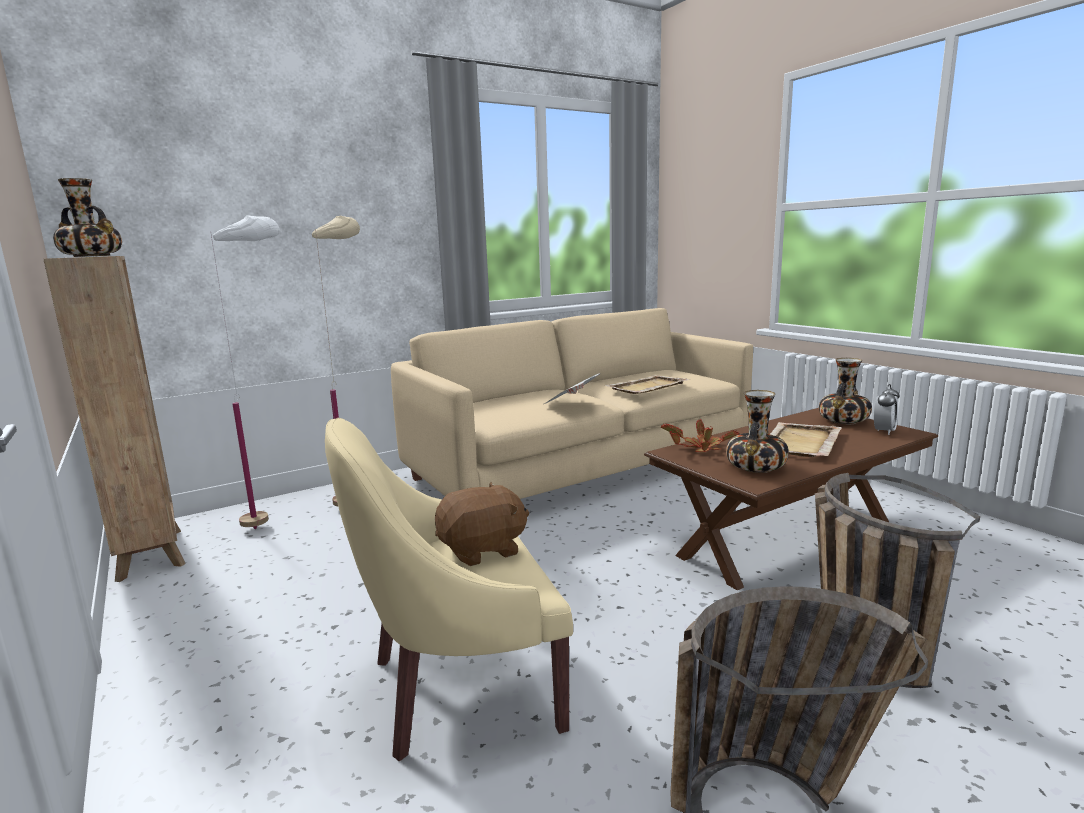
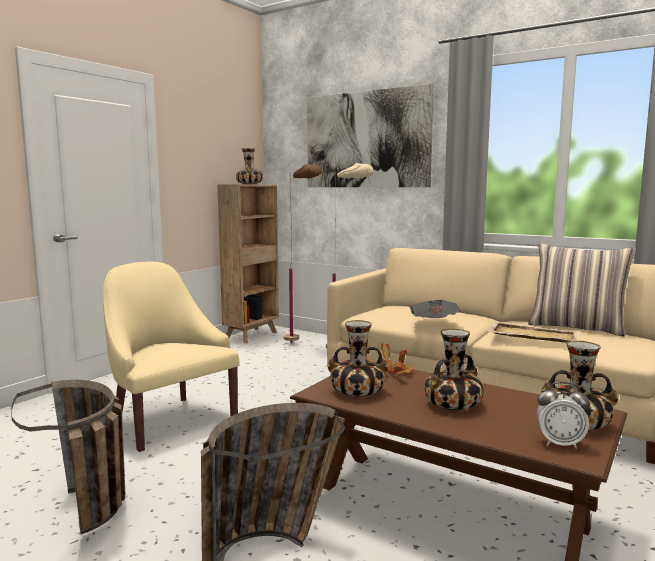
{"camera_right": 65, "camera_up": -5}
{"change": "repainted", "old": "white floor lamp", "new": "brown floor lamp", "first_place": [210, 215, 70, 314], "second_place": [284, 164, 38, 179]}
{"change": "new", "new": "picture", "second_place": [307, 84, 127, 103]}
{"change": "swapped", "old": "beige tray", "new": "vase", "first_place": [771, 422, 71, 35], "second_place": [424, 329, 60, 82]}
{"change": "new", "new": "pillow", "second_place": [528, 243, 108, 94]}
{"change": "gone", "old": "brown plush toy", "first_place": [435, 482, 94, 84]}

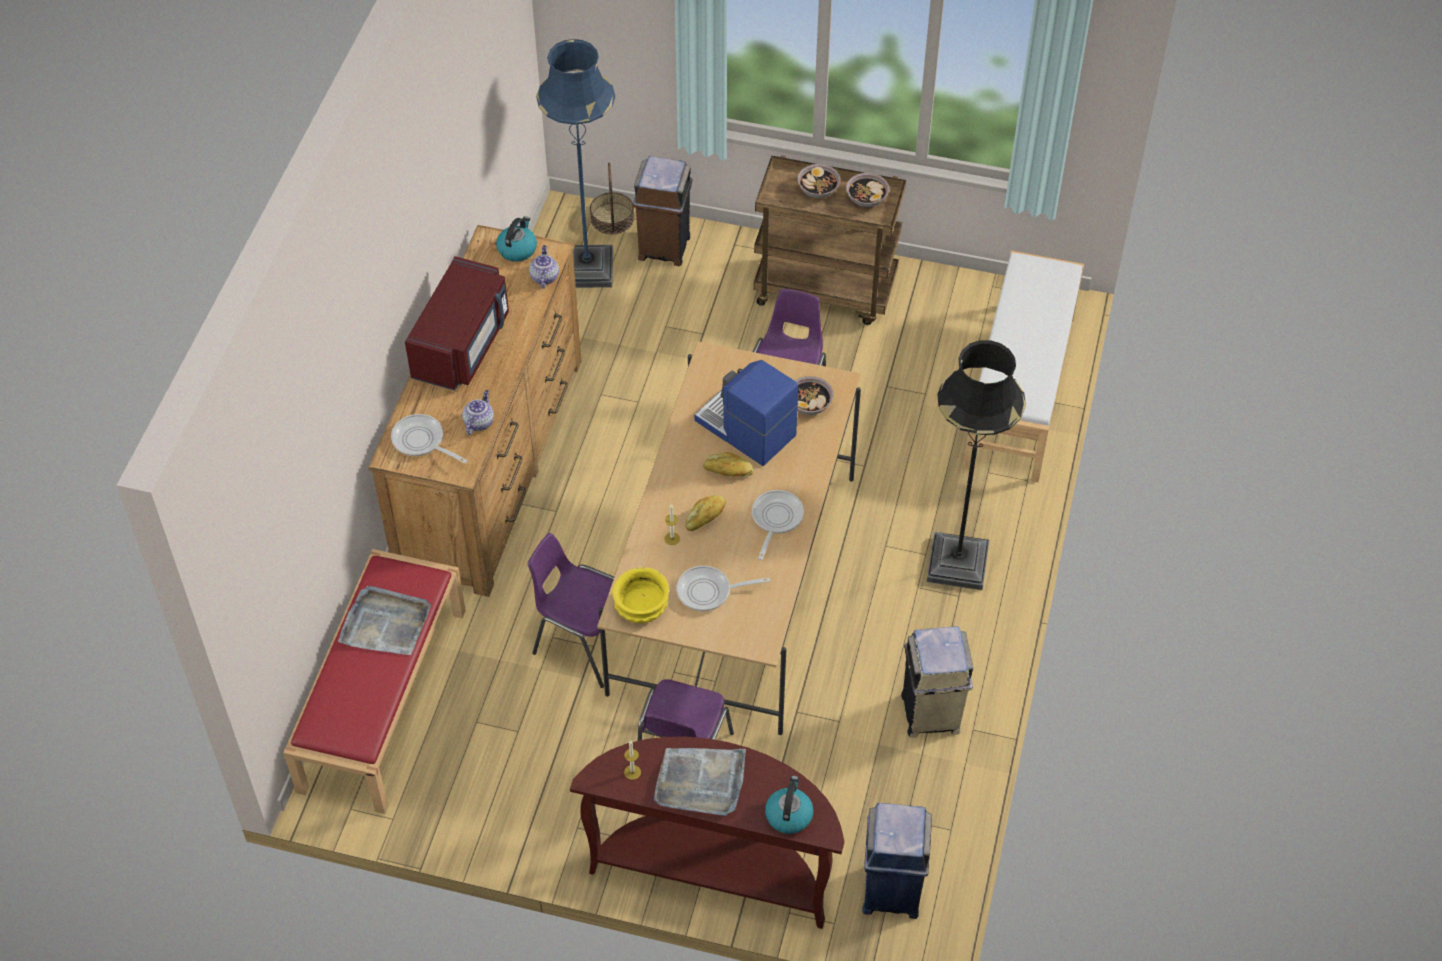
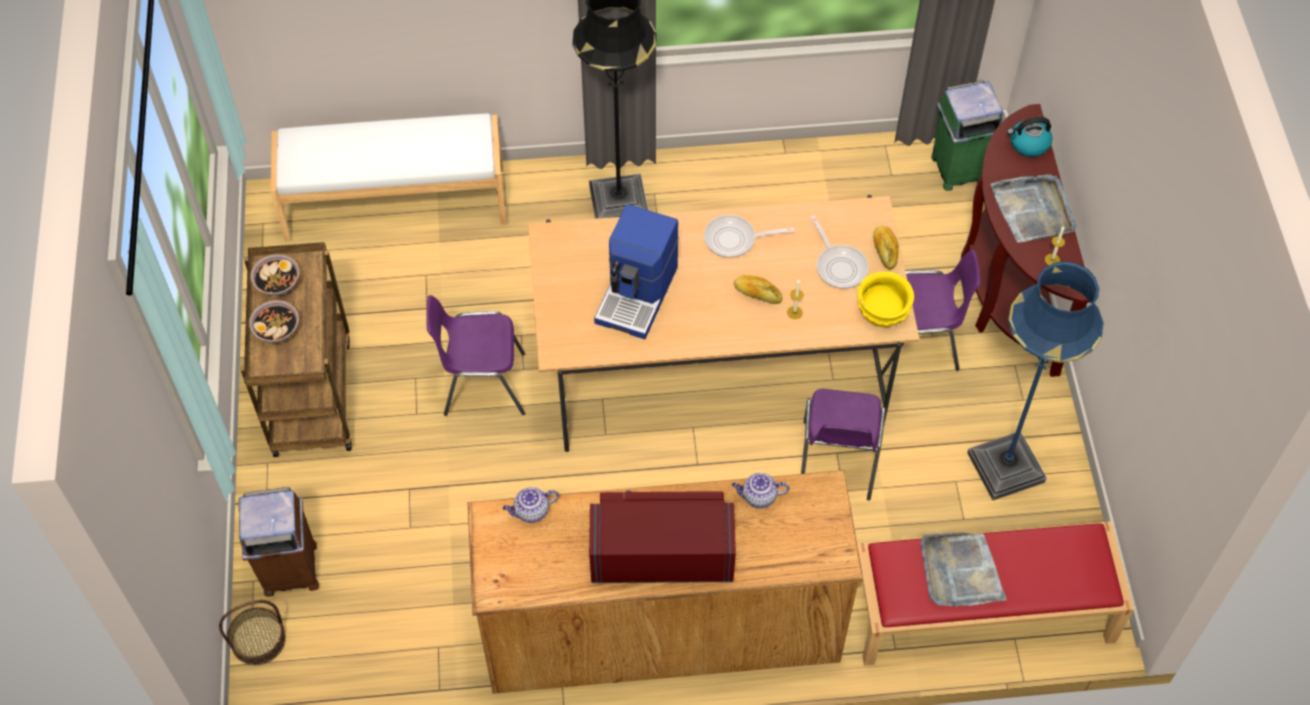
{"camera_right": -110, "camera_up": 5}
{"change": "shifted", "old": "bread", "first_place": [703, 452, 51, 25], "second_place": [873, 226, 26, 44]}
{"change": "repainted", "old": "blue trash can", "new": "green trash can", "first_place": [862, 803, 70, 116], "second_place": [931, 80, 72, 111]}
{"change": "shifted", "old": "blue floor lamp", "first_place": [536, 39, 79, 249], "second_place": [967, 261, 137, 239]}
{"change": "gone", "old": "frying pan", "first_place": [391, 414, 76, 50]}
{"change": "gone", "old": "kettle", "first_place": [496, 216, 41, 46]}
{"change": "gone", "old": "bowl", "first_place": [794, 376, 40, 39]}
{"change": "gone", "old": "beige trash can", "first_place": [901, 626, 72, 112]}

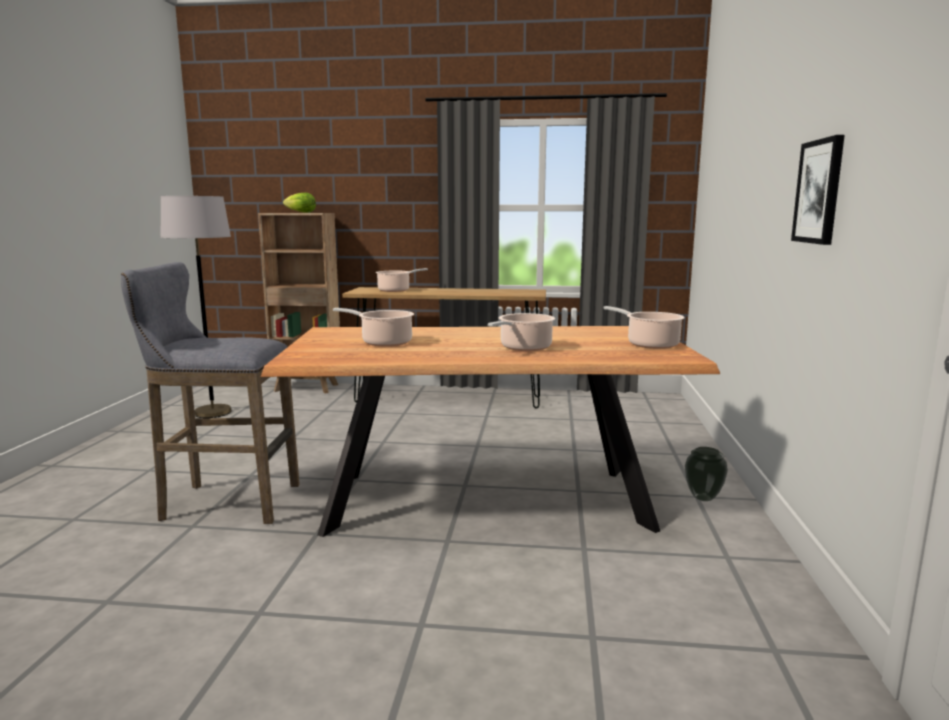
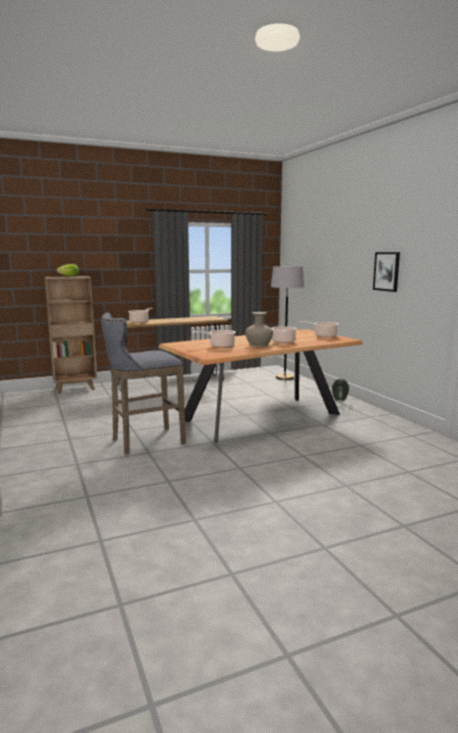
{"camera_right": -30, "camera_up": 0}
{"change": "new", "new": "beige vase", "second_place": [245, 312, 28, 34]}
{"change": "shifted", "old": "grey floor lamp", "first_place": [161, 196, 71, 222], "second_place": [271, 266, 33, 114]}

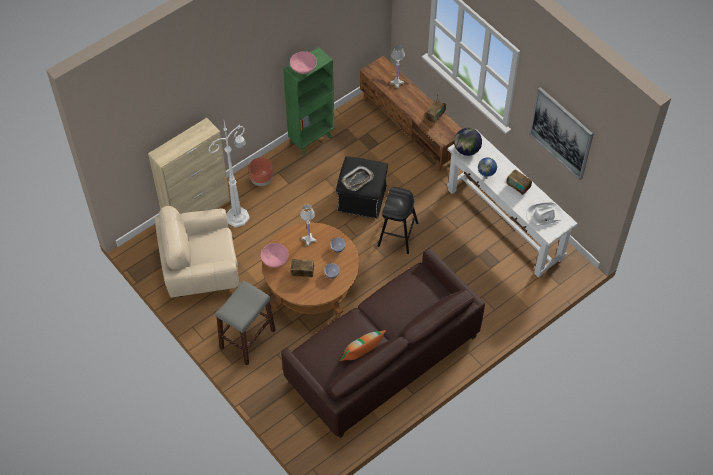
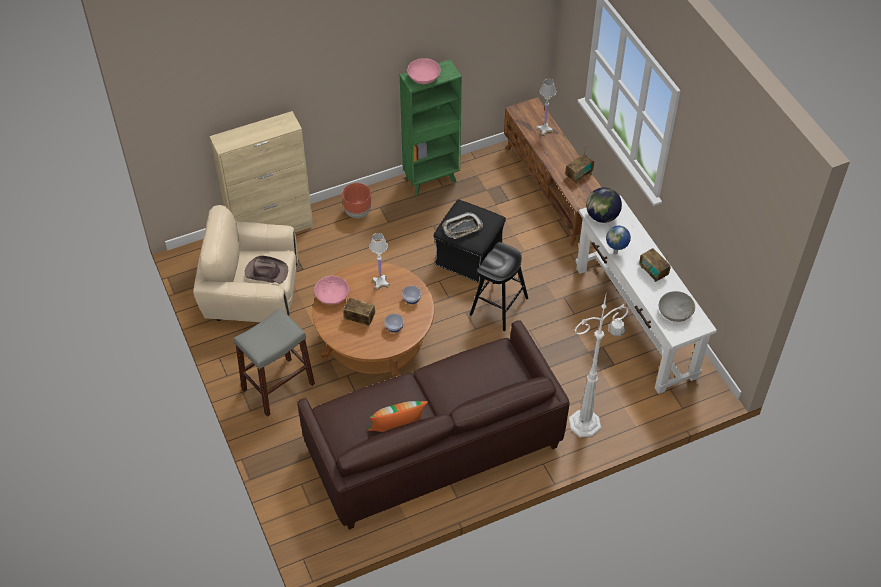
{"camera_right": 15, "camera_up": -5}
{"change": "new", "new": "brown hat", "second_place": [245, 256, 43, 28]}
{"change": "shifted", "old": "white floor lamp", "first_place": [209, 121, 41, 107], "second_place": [569, 291, 60, 147]}
{"change": "swapped", "old": "white hat", "new": "grey bowl", "first_place": [526, 202, 36, 24], "second_place": [659, 291, 36, 31]}
{"change": "gone", "old": "picture", "first_place": [529, 87, 65, 93]}

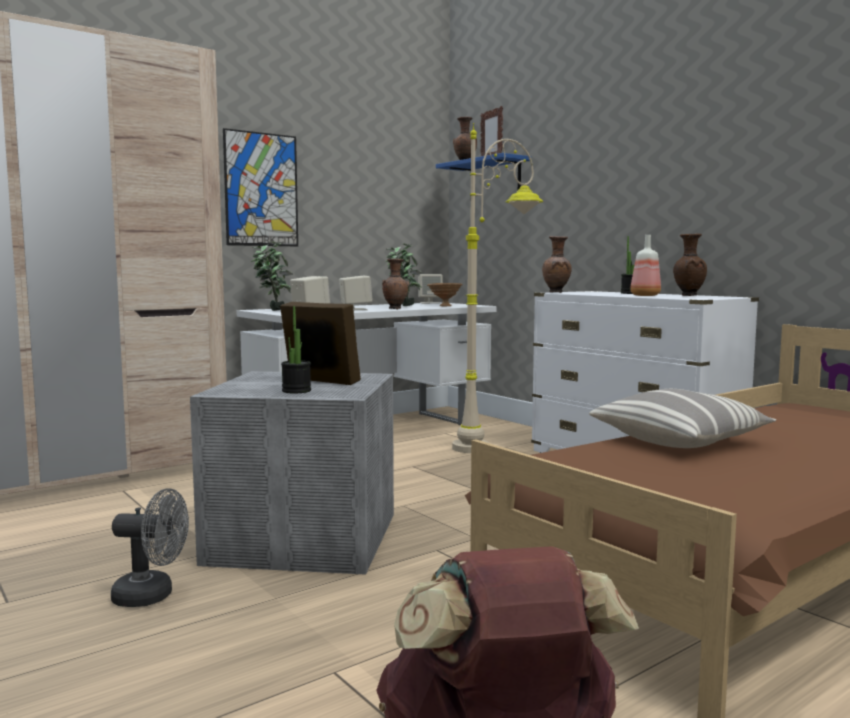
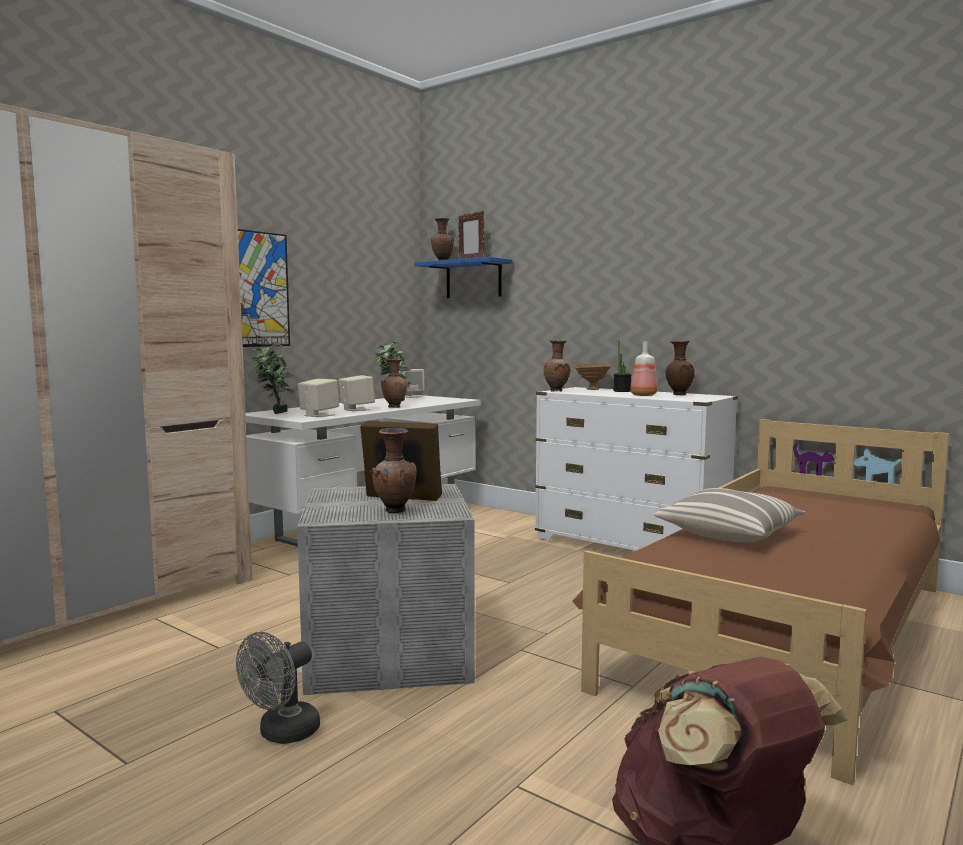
{"camera_right": -15, "camera_up": 0}
{"change": "rotated", "old": "grey fan", "first_place": [111, 488, 78, 119], "second_place": [236, 632, 84, 112], "degrees": 135}
{"change": "swapped", "old": "potted plant", "new": "brown vase", "first_place": [281, 306, 30, 88], "second_place": [370, 428, 47, 86]}
{"change": "shifted", "old": "brown bowl", "first_place": [427, 283, 36, 23], "second_place": [574, 364, 38, 26]}
{"change": "gone", "old": "beige floor lamp", "first_place": [452, 123, 91, 330]}

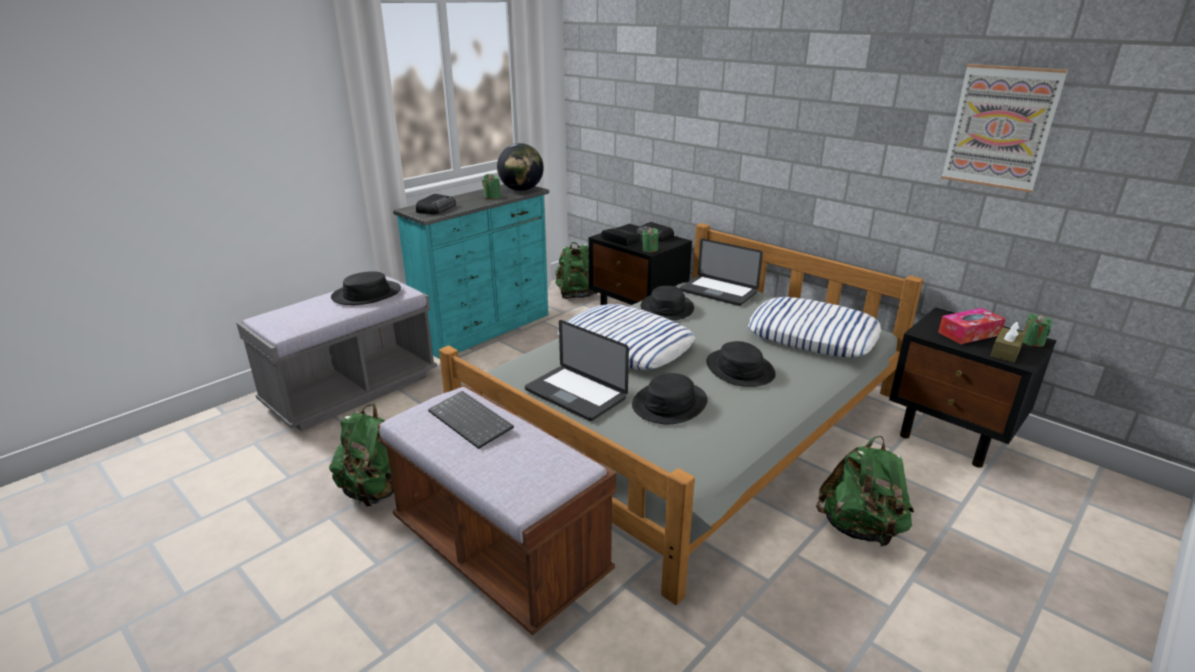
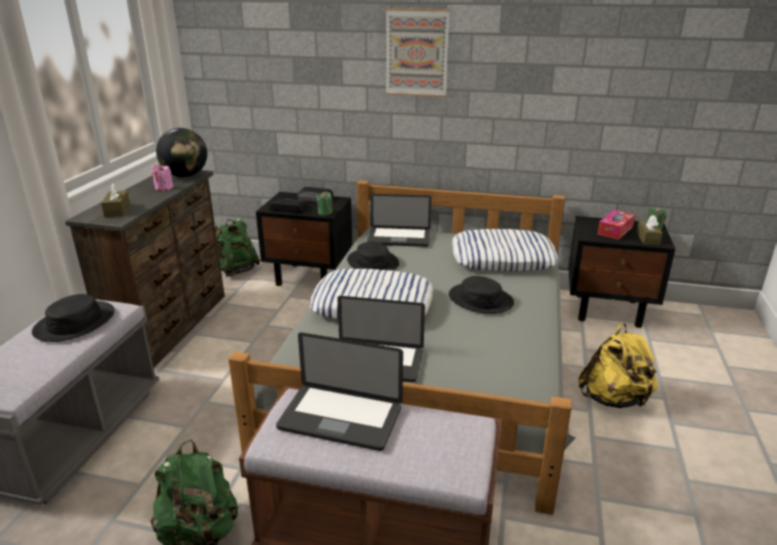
{"camera_right": -30, "camera_up": 0}
{"change": "repainted", "old": "turquoise dresser", "new": "brown dresser", "first_place": [393, 184, 156, 175], "second_place": [65, 170, 160, 198]}
{"change": "swapped", "old": "radio", "new": "brown tissue box", "first_place": [416, 194, 40, 20], "second_place": [101, 182, 29, 35]}
{"change": "repainted", "old": "green candle", "new": "pink candle", "first_place": [482, 174, 19, 25], "second_place": [152, 164, 22, 27]}
{"change": "swapped", "old": "keyboard", "new": "laptop", "first_place": [428, 391, 86, 58], "second_place": [276, 332, 127, 119]}
{"change": "shifted", "old": "picture", "first_place": [941, 64, 127, 129], "second_place": [386, 8, 64, 89]}
{"change": "repainted", "old": "green backpack", "new": "yellow backpack", "first_place": [816, 436, 98, 112], "second_place": [578, 323, 80, 85]}
{"change": "gone", "old": "black hat", "first_place": [632, 373, 76, 51]}

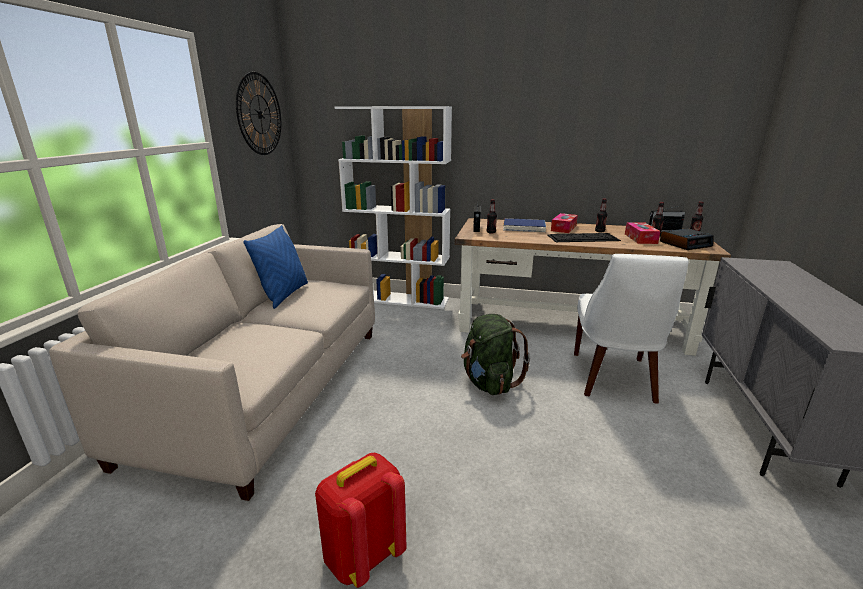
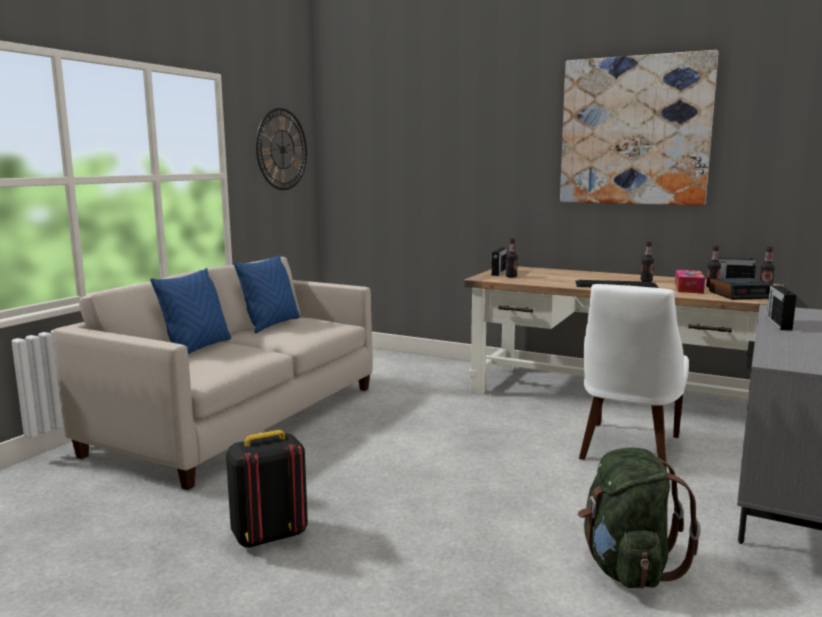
{"camera_right": 15, "camera_up": -10}
{"change": "new", "new": "blue pillow", "second_place": [150, 268, 81, 86]}
{"change": "repainted", "old": "red backpack", "new": "black backpack", "first_place": [315, 453, 92, 135], "second_place": [226, 430, 82, 118]}
{"change": "new", "new": "picture", "second_place": [560, 50, 158, 155]}
{"change": "shifted", "old": "green backpack", "first_place": [461, 314, 69, 81], "second_place": [578, 447, 123, 142]}
{"change": "new", "new": "radio", "second_place": [767, 283, 30, 48]}
{"change": "gone", "old": "white bookcase", "first_place": [334, 106, 118, 203]}
{"change": "gone", "old": "blue book", "first_place": [503, 218, 43, 14]}
{"change": "gone", "old": "tissue box", "first_place": [551, 213, 27, 20]}

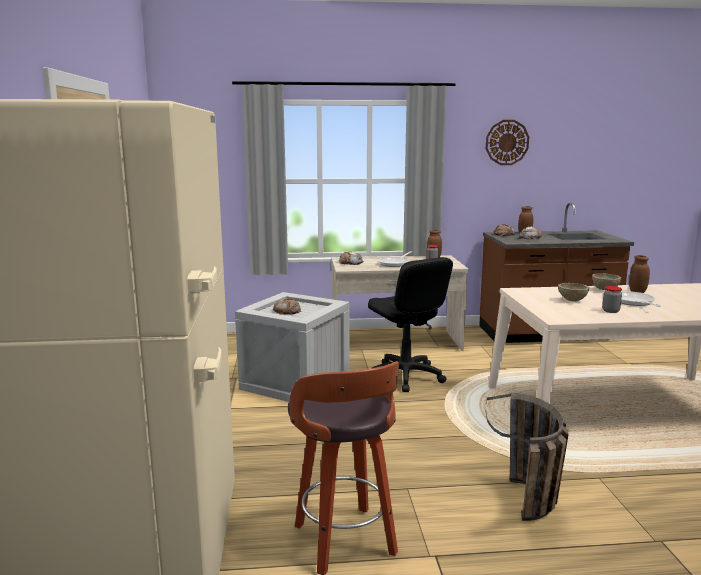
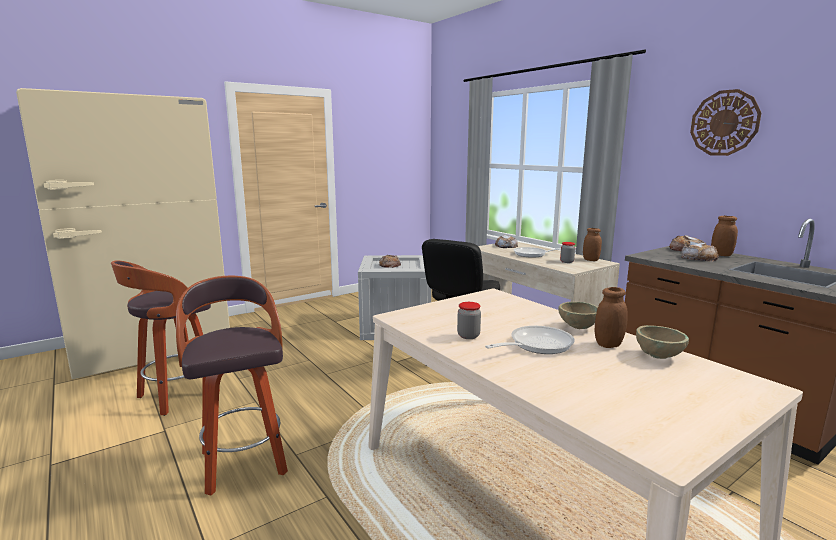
{"camera_right": 60, "camera_up": 0}
{"change": "swapped", "old": "basket", "new": "stool", "first_place": [486, 393, 82, 128], "second_place": [176, 276, 112, 220]}
{"change": "shifted", "old": "beige bowl", "first_place": [558, 283, 31, 19], "second_place": [636, 325, 53, 34]}

